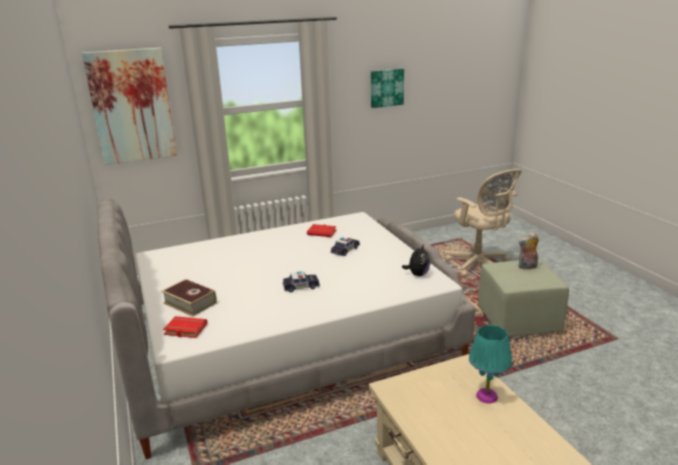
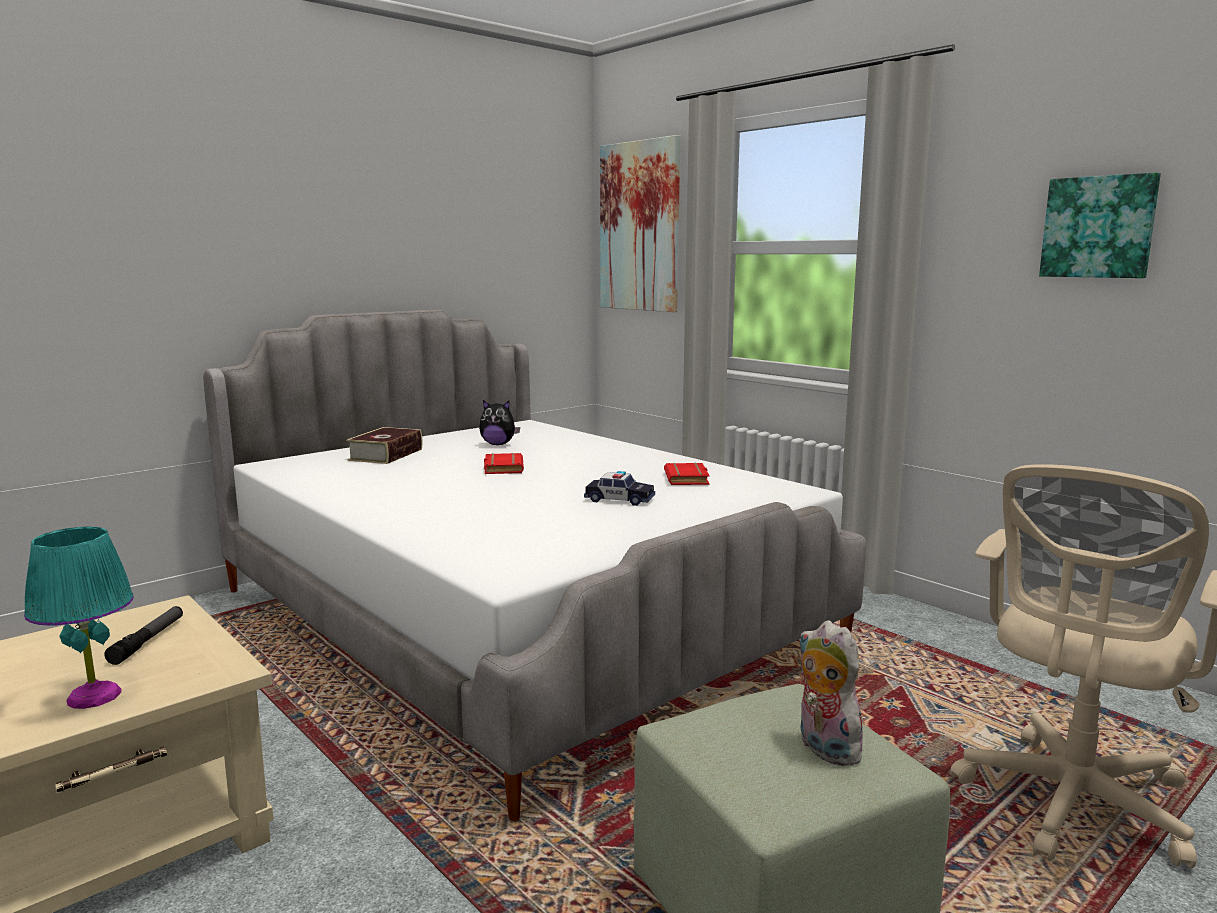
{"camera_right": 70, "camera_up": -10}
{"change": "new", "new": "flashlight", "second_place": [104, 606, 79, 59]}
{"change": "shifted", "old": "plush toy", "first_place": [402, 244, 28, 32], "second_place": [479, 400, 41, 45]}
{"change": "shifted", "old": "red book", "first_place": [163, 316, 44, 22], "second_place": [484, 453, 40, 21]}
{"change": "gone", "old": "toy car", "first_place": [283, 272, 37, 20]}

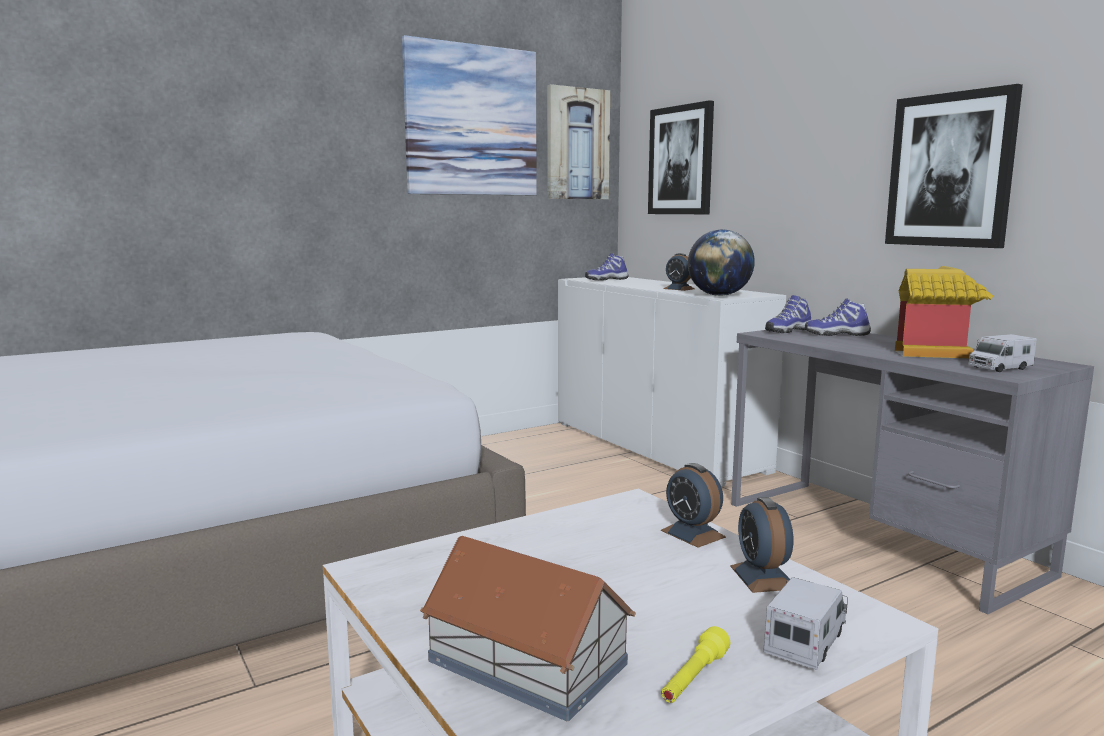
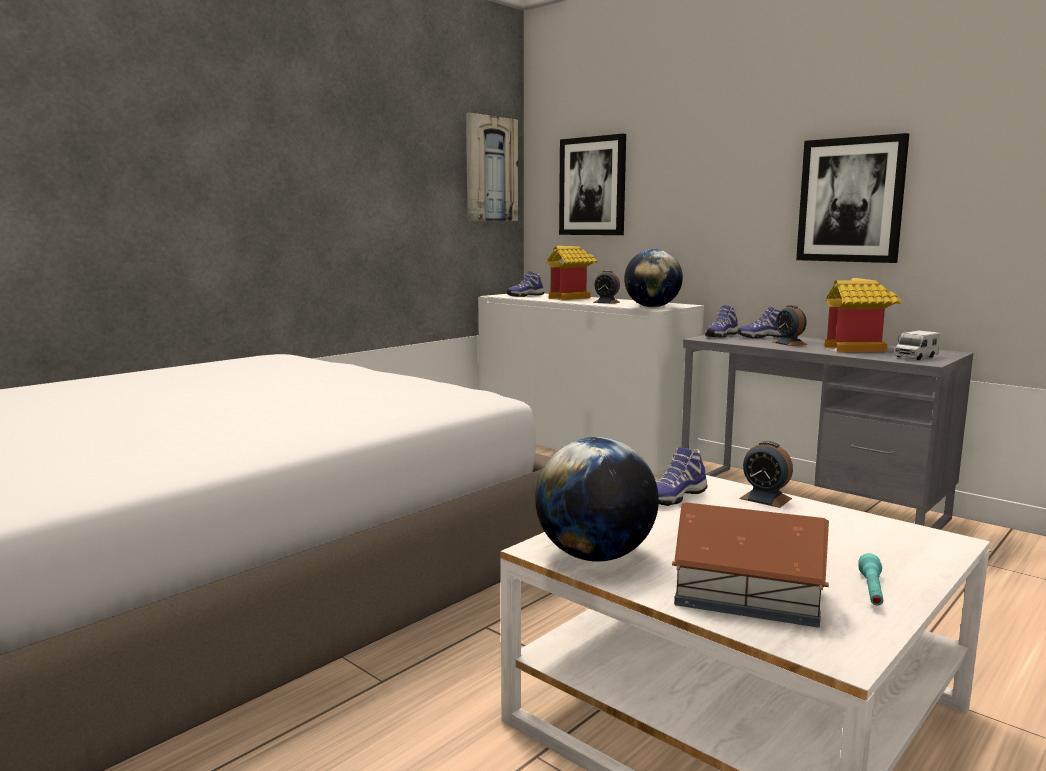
{"camera_right": -15, "camera_up": 0}
{"change": "new", "new": "globe", "second_place": [535, 437, 124, 125]}
{"change": "new", "new": "toy house", "second_place": [546, 246, 52, 54]}
{"change": "new", "new": "shoe", "second_place": [656, 447, 52, 59]}
{"change": "shifted", "old": "alarm clock", "first_place": [730, 497, 63, 96], "second_place": [772, 305, 36, 41]}
{"change": "repainted", "old": "yellow flashlight", "new": "turquoise flashlight", "first_place": [661, 626, 69, 77], "second_place": [858, 553, 26, 53]}
{"change": "gone", "old": "picture", "first_place": [402, 35, 135, 160]}
{"change": "gone", "old": "toy truck", "first_place": [763, 577, 85, 93]}

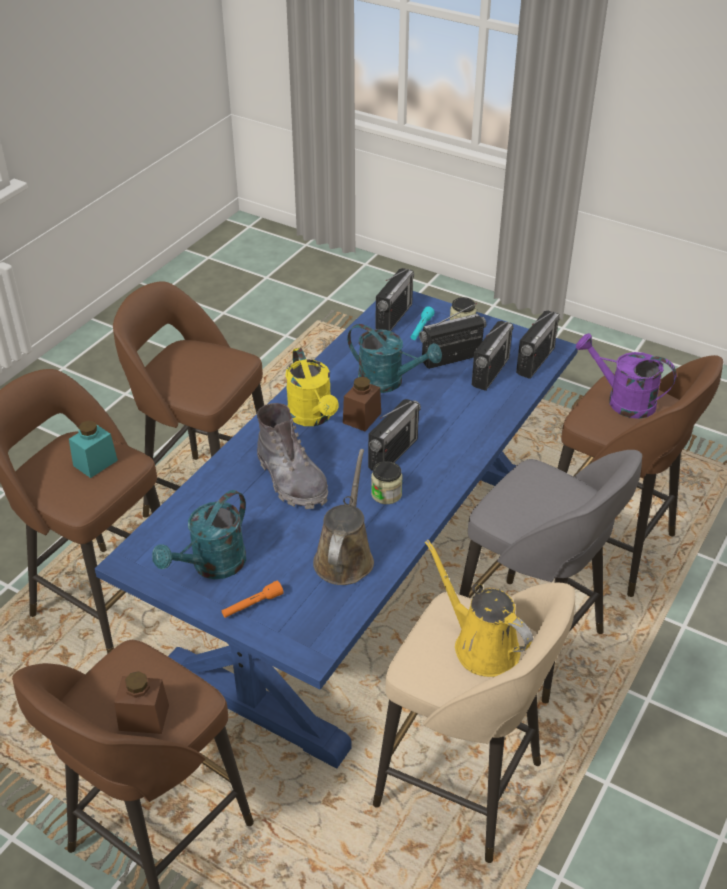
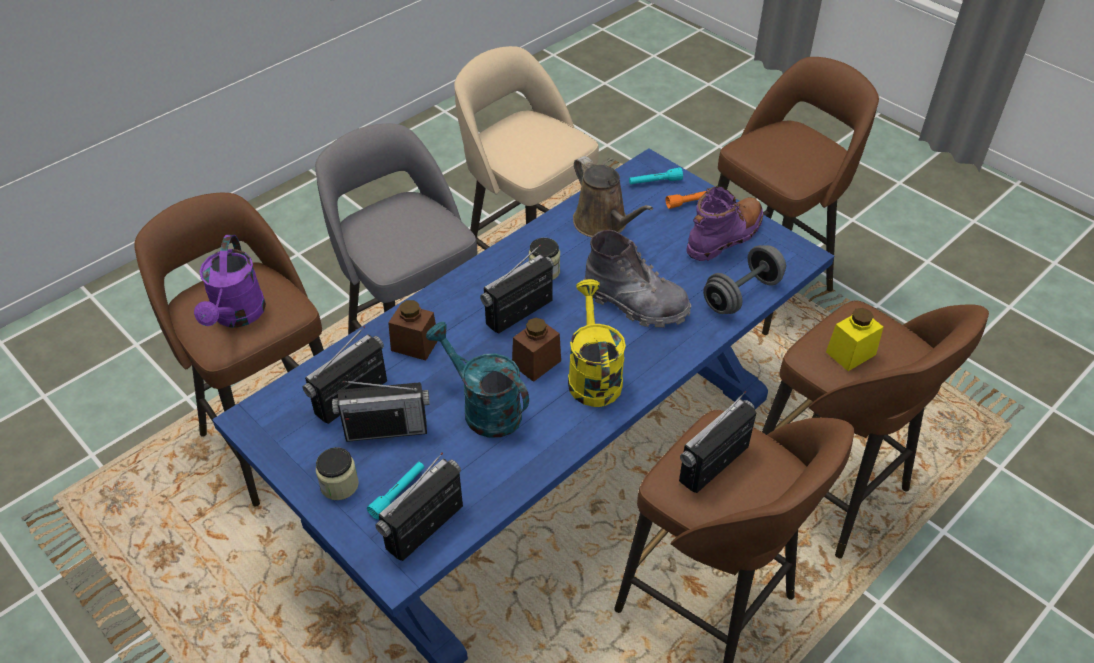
{"camera_right": -165, "camera_up": 5}
{"change": "rotated", "old": "purple watering can", "first_place": [576, 333, 100, 86], "second_place": [194, 235, 72, 93], "degrees": 45}
{"change": "shifted", "old": "brown jar", "first_place": [114, 671, 55, 63], "second_place": [388, 300, 50, 61]}
{"change": "rotated", "old": "brown watering can", "first_place": [313, 449, 61, 136], "second_place": [573, 156, 80, 81], "degrees": -60}
{"change": "rotated", "old": "grey boot", "first_place": [257, 403, 71, 106], "second_place": [583, 230, 108, 97], "degrees": 135}
{"change": "new", "new": "turquoise flashlight", "second_place": [629, 167, 54, 17]}
{"change": "shifted", "old": "radio", "first_place": [516, 311, 44, 68], "second_place": [679, 391, 77, 102]}
{"change": "swapped", "old": "turquoise watering can", "new": "purple boot", "first_place": [152, 490, 94, 89], "second_place": [687, 186, 76, 75]}
{"change": "new", "new": "grey dumbbell", "second_place": [703, 245, 83, 69]}
{"change": "repainted", "old": "turquoise jar", "new": "yellow jar", "first_place": [69, 420, 49, 58], "second_place": [826, 308, 57, 63]}
{"change": "gone", "old": "yellow watering can", "first_place": [425, 540, 108, 137]}

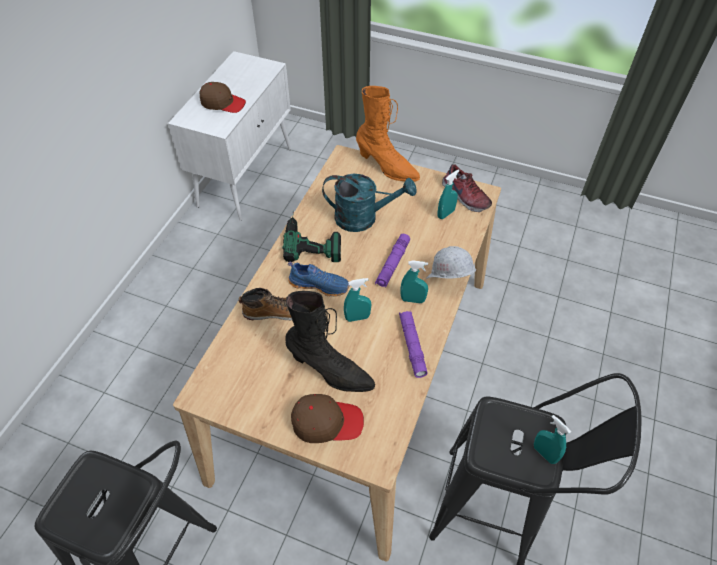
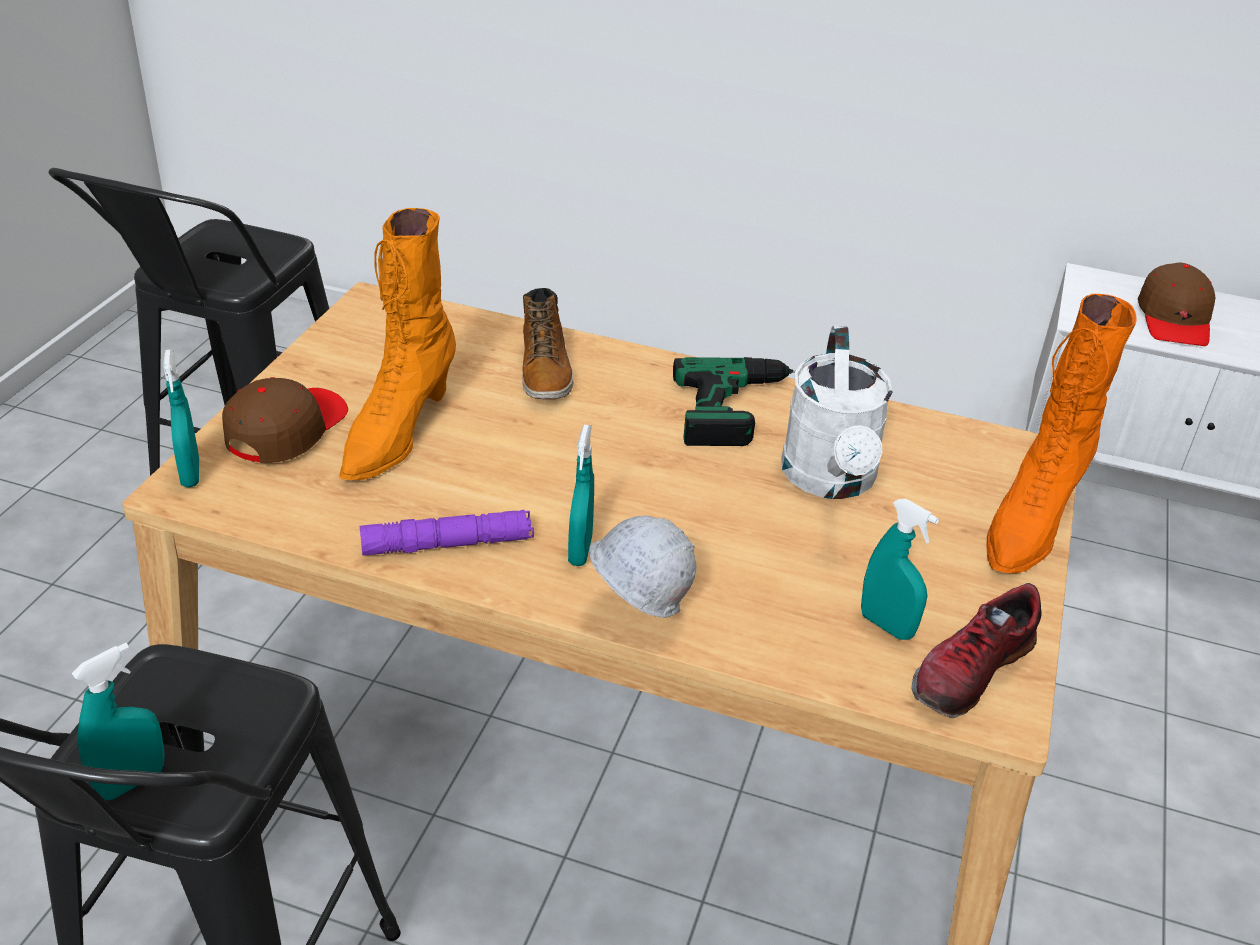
{"camera_right": 85, "camera_up": -15}
{"change": "shifted", "old": "turquoise spray bottle", "first_place": [344, 278, 27, 44], "second_place": [163, 350, 36, 137]}
{"change": "rotated", "old": "brown cap", "first_place": [291, 394, 73, 49], "second_place": [222, 377, 126, 86], "degrees": -150}
{"change": "repainted", "old": "black boot", "new": "orange boot", "first_place": [285, 291, 90, 101], "second_place": [339, 208, 117, 272]}
{"change": "repainted", "old": "turquoise watering can", "new": "white watering can", "first_place": [322, 174, 95, 58], "second_place": [781, 326, 112, 173]}
{"change": "gone", "old": "blue shoe", "first_place": [288, 262, 62, 34]}
{"change": "gone", "old": "purple flashlight", "first_place": [375, 234, 35, 54]}

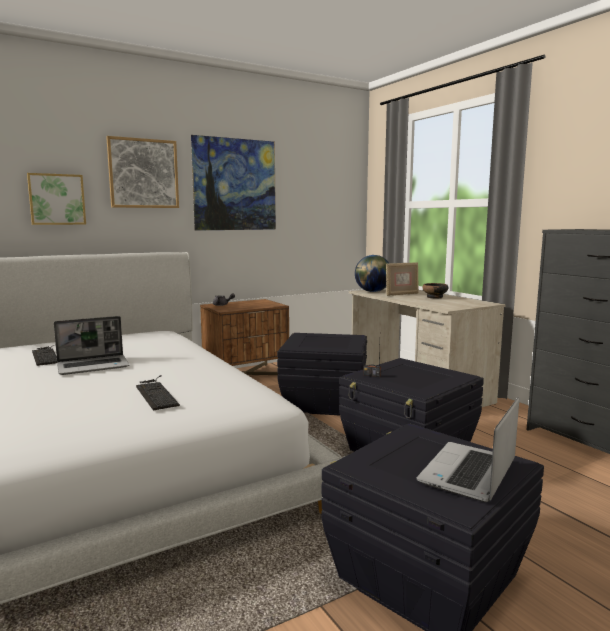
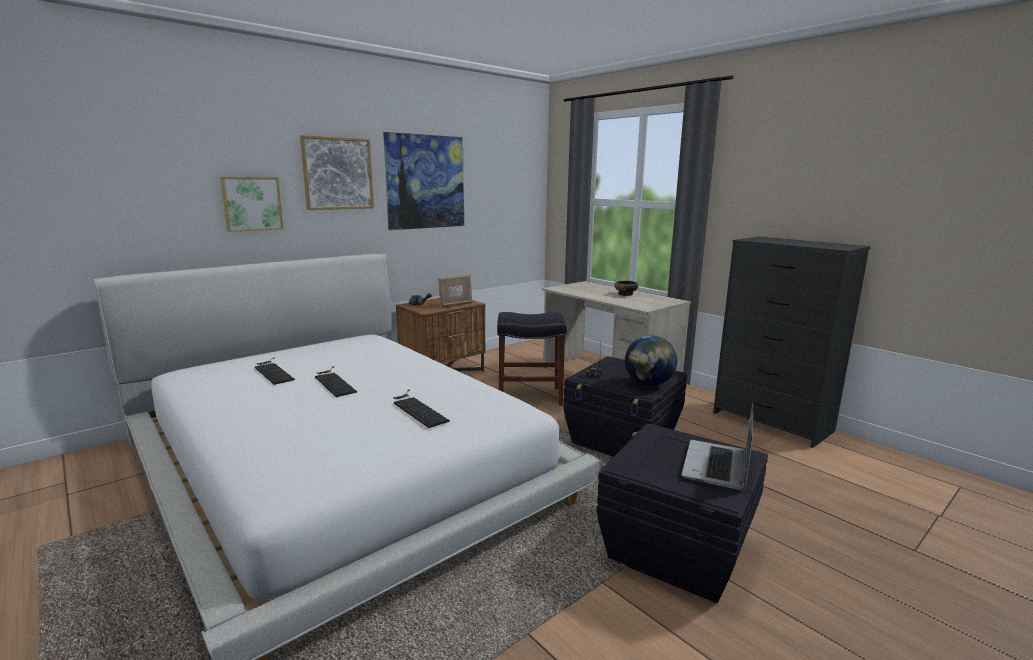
{"camera_right": -10, "camera_up": 5}
{"change": "swapped", "old": "laptop", "new": "keyboard", "first_place": [54, 316, 75, 59], "second_place": [315, 366, 42, 31]}
{"change": "shifted", "old": "picture frame", "first_place": [386, 262, 33, 34], "second_place": [438, 274, 34, 34]}
{"change": "swapped", "old": "black storage box", "new": "black stool", "first_place": [277, 333, 90, 82], "second_place": [497, 312, 70, 94]}
{"change": "shifted", "old": "globe", "first_place": [355, 255, 34, 37], "second_place": [625, 335, 52, 51]}

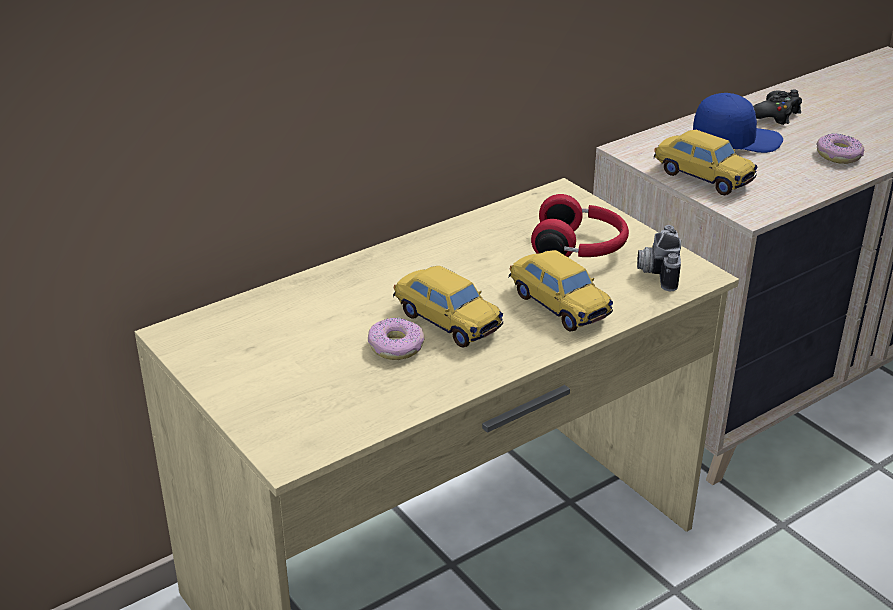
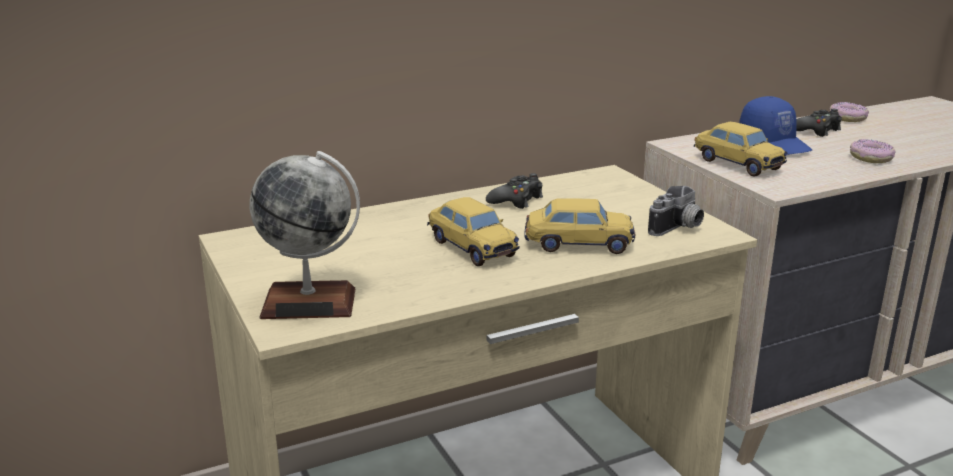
{"camera_right": 10, "camera_up": -10}
{"change": "new", "new": "globe", "second_place": [250, 151, 110, 168]}
{"change": "new", "new": "black game controller", "second_place": [486, 173, 57, 36]}
{"change": "rotated", "old": "toy car", "first_place": [509, 250, 104, 82], "second_place": [524, 198, 111, 56], "degrees": -60}
{"change": "rotated", "old": "photo camera", "first_place": [637, 225, 44, 66], "second_place": [648, 186, 56, 50], "degrees": -150}
{"change": "rotated", "old": "blue cap", "first_place": [693, 93, 90, 60], "second_place": [739, 96, 73, 59], "degrees": 60}
{"change": "shifted", "old": "donut", "first_place": [368, 318, 57, 42], "second_place": [830, 102, 39, 20]}
{"change": "gone", "old": "red headphones", "first_place": [531, 194, 98, 63]}

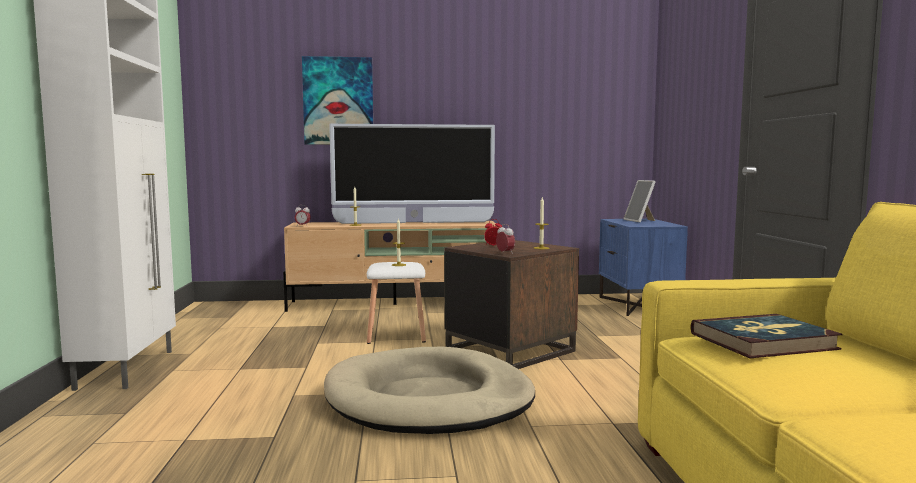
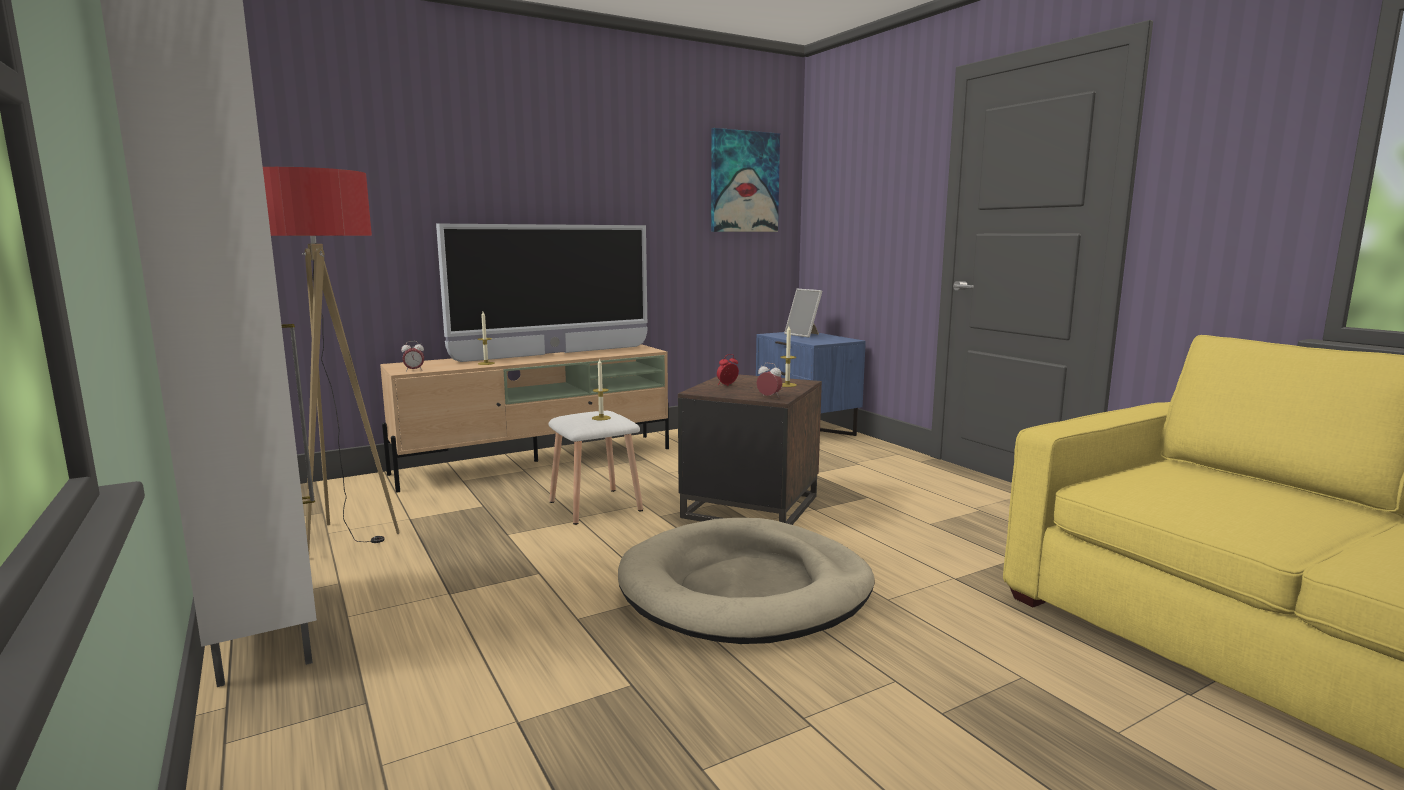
{"camera_right": -25, "camera_up": 5}
{"change": "new", "new": "floor lamp", "second_place": [263, 167, 137, 384]}
{"change": "shifted", "old": "picture", "first_place": [302, 56, 71, 89], "second_place": [711, 128, 69, 104]}
{"change": "gone", "old": "book", "first_place": [691, 314, 152, 44]}

